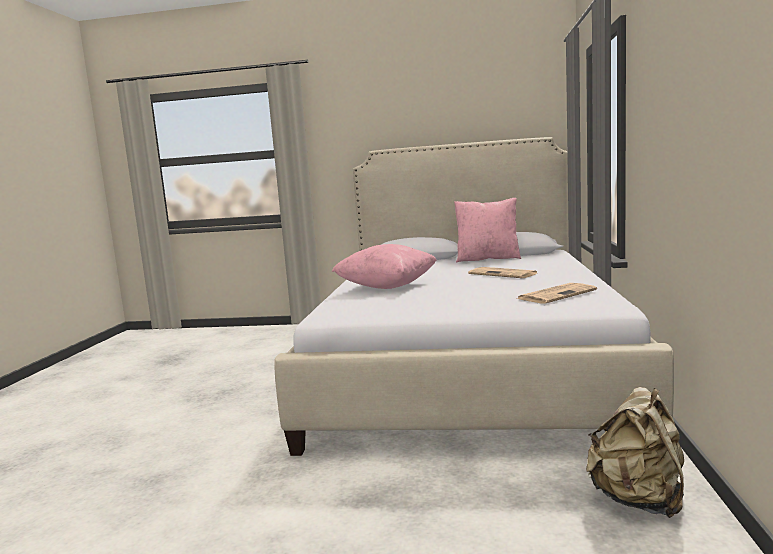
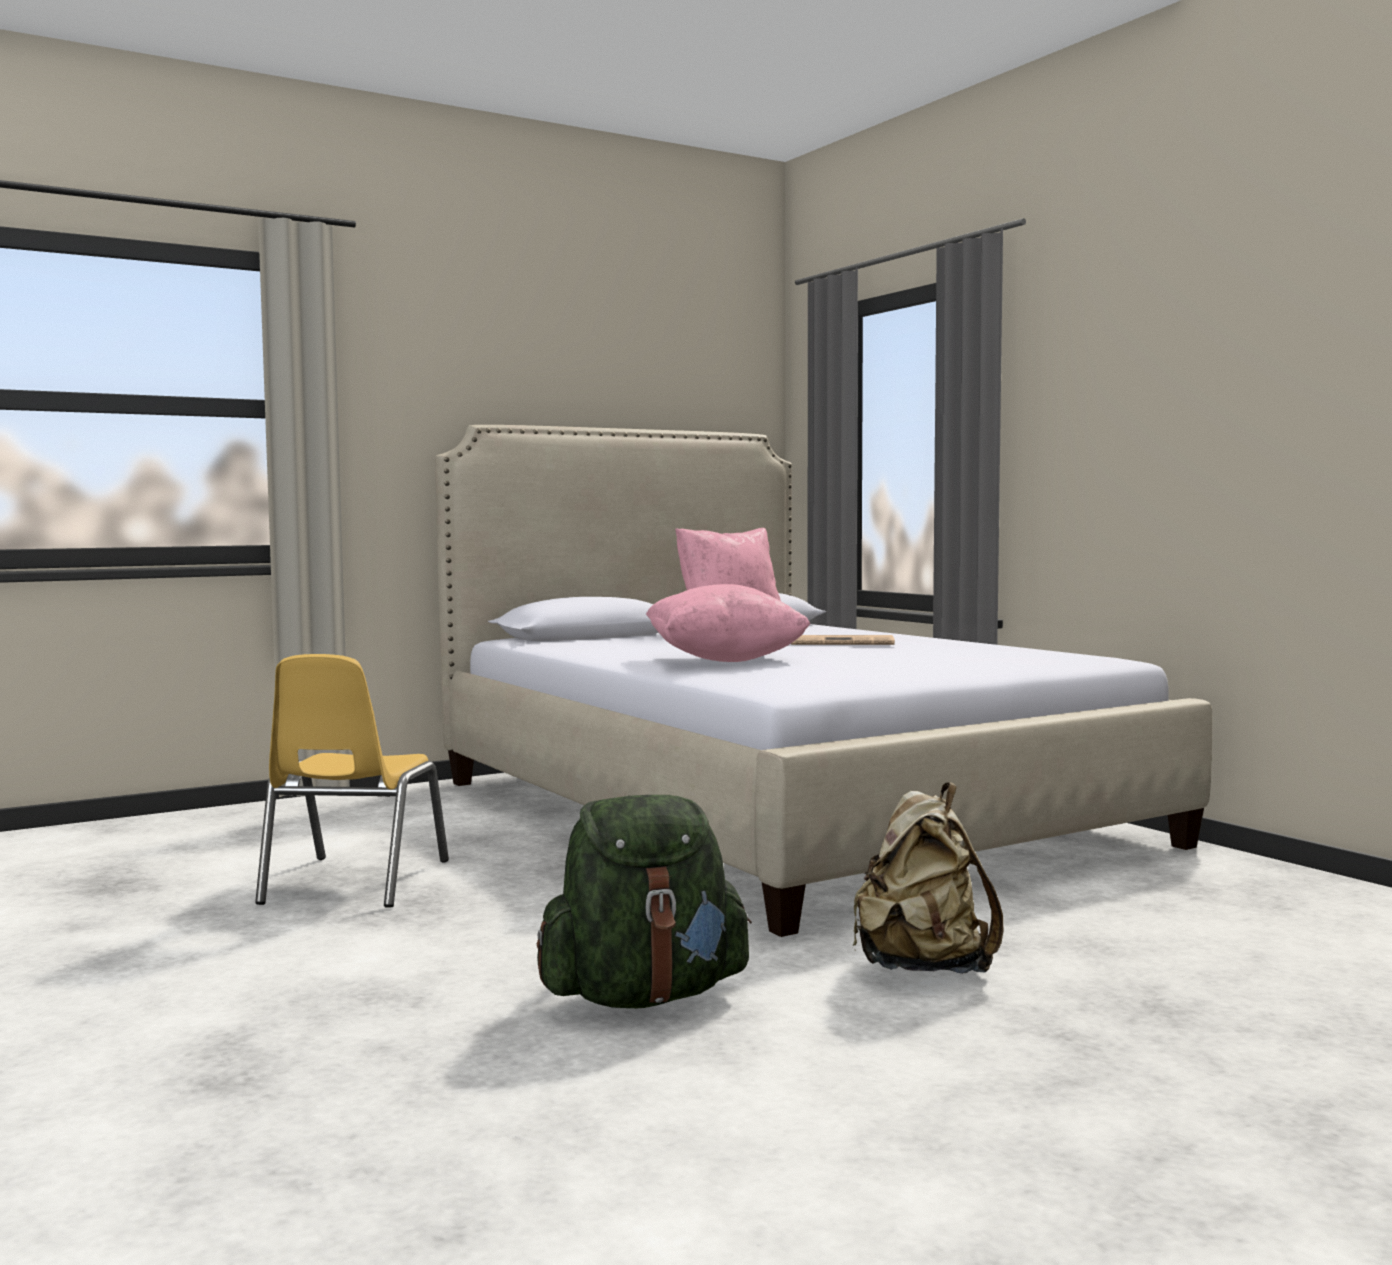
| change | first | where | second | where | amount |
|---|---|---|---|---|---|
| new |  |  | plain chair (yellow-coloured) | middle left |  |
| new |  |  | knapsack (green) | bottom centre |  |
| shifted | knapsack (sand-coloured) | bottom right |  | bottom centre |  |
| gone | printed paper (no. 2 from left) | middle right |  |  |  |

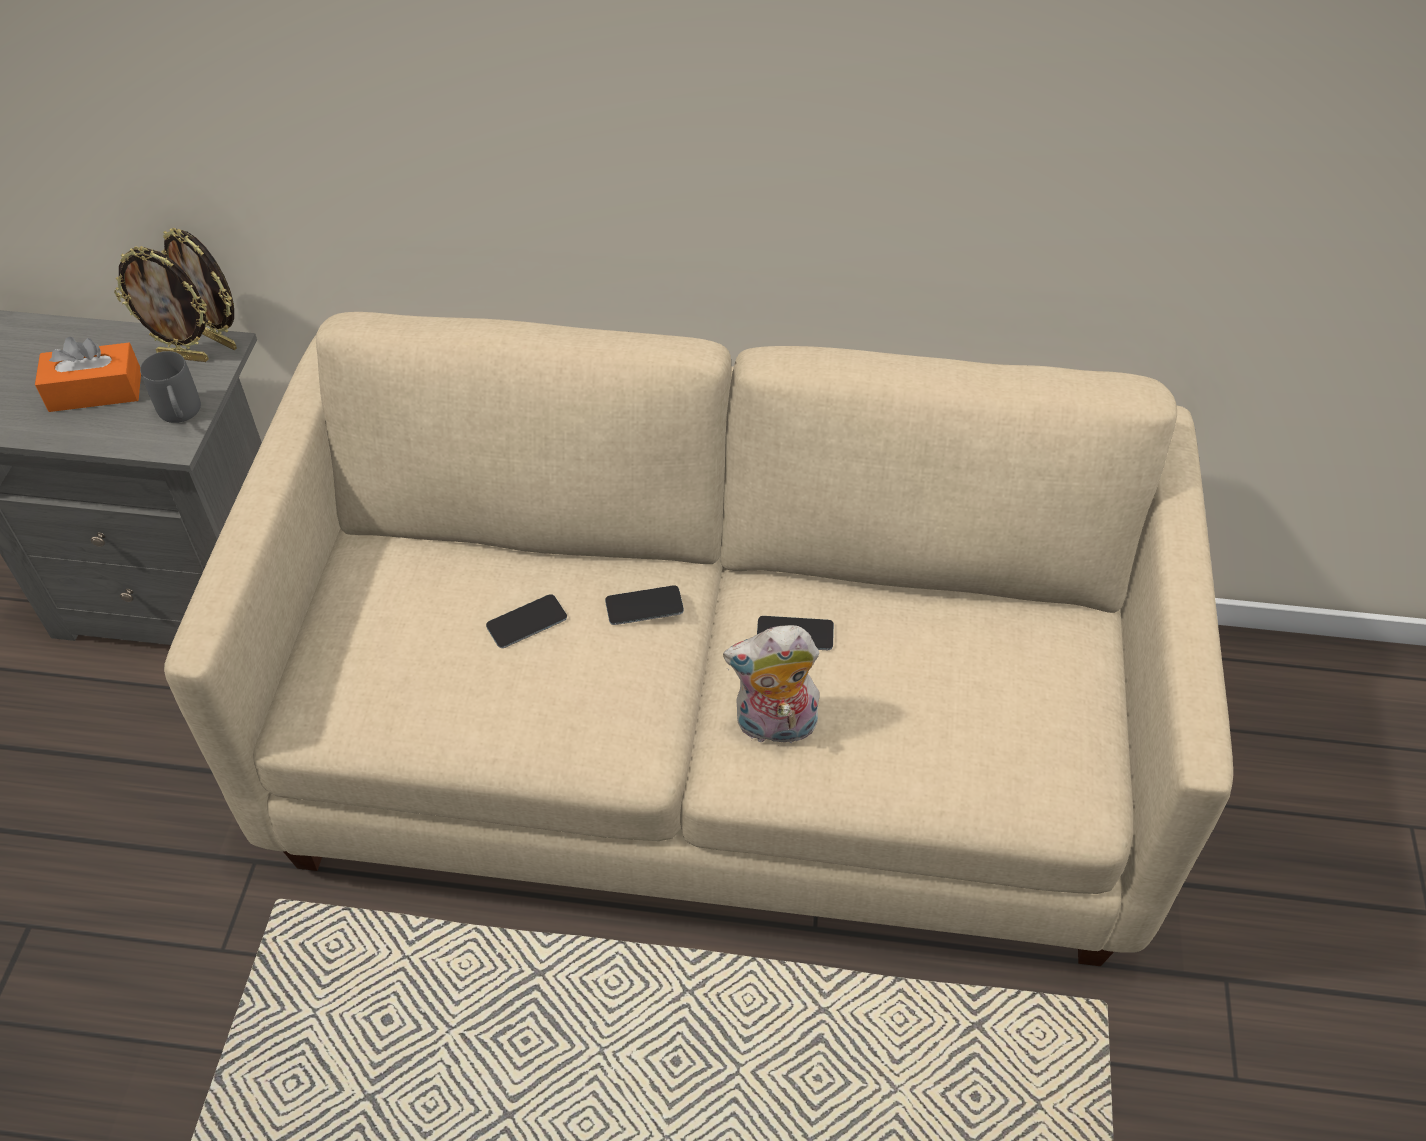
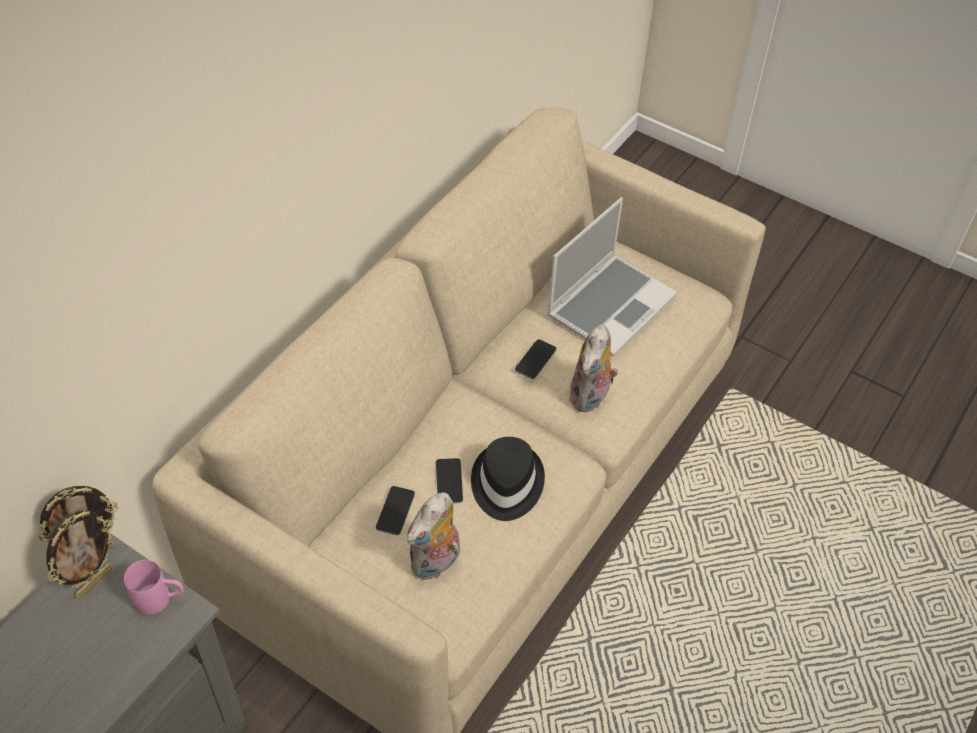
| change | first | where | second | where | amount |
|---|---|---|---|---|---|
| repainted | tea mug (gray) | middle left | tea mug (pink-coloured) | bottom left |  |
| shifted | handset (no. 2 from left in the first image) | centre | handset (no. 1 from left) | bottom centre |  |
| new |  |  | cuddly toy (no. 1 from left) | bottom centre |  |
| new |  |  | clothing hat (blackish) | centre |  |
| new |  |  | laptop | centre |  |
| gone | tissue box (orangey) | top left |  |  |  |

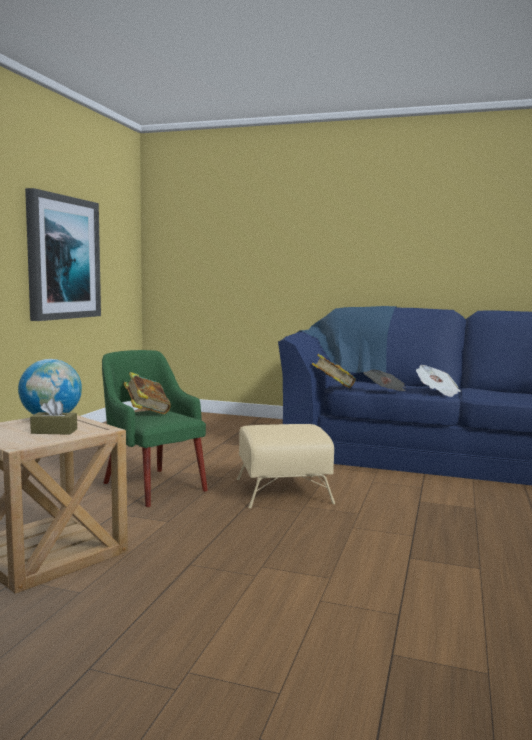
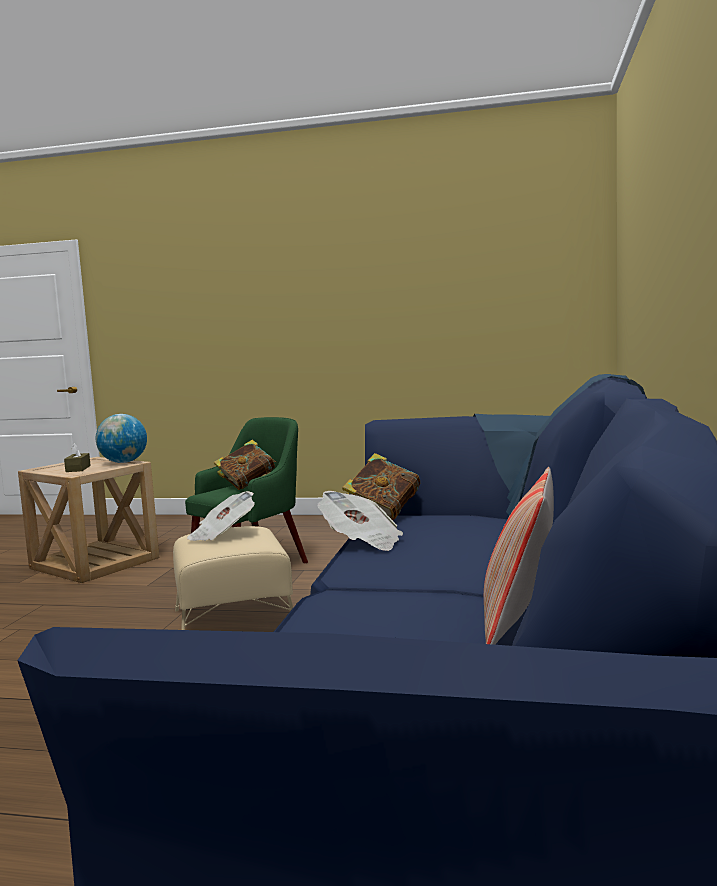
| change | first | where | second | where | amount |
|---|---|---|---|---|---|
| shifted | printed paper (no. 2 from left in the first image) | middle right | printed paper (no. 1 from left) | middle left |  |
| new |  |  | throw pillow | middle right |  |
| gone | wall picture | middle left |  |  |  |

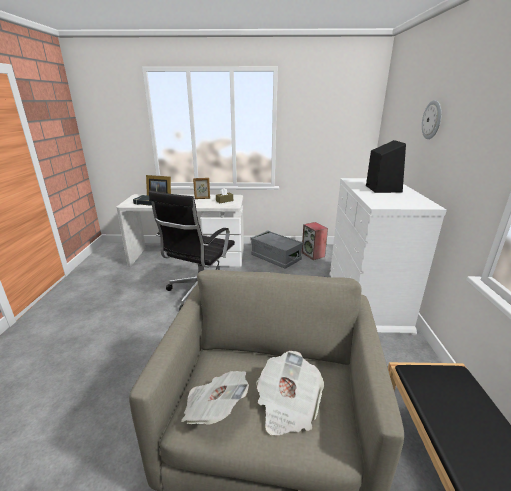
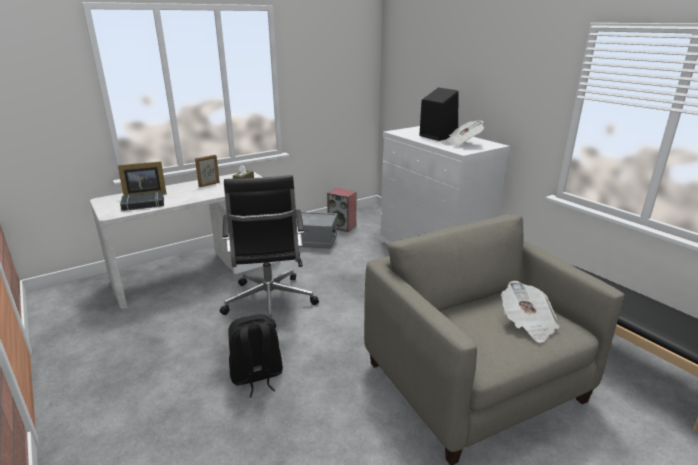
| change | first | where | second | where | amount |
|---|---|---|---|---|---|
| new |  |  | knapsack (blackish) | bottom centre |  |
| shifted | printed paper (no. 1 from left) | bottom centre |  | top centre |  |
| gone | hanging clock | top right |  |  |  |

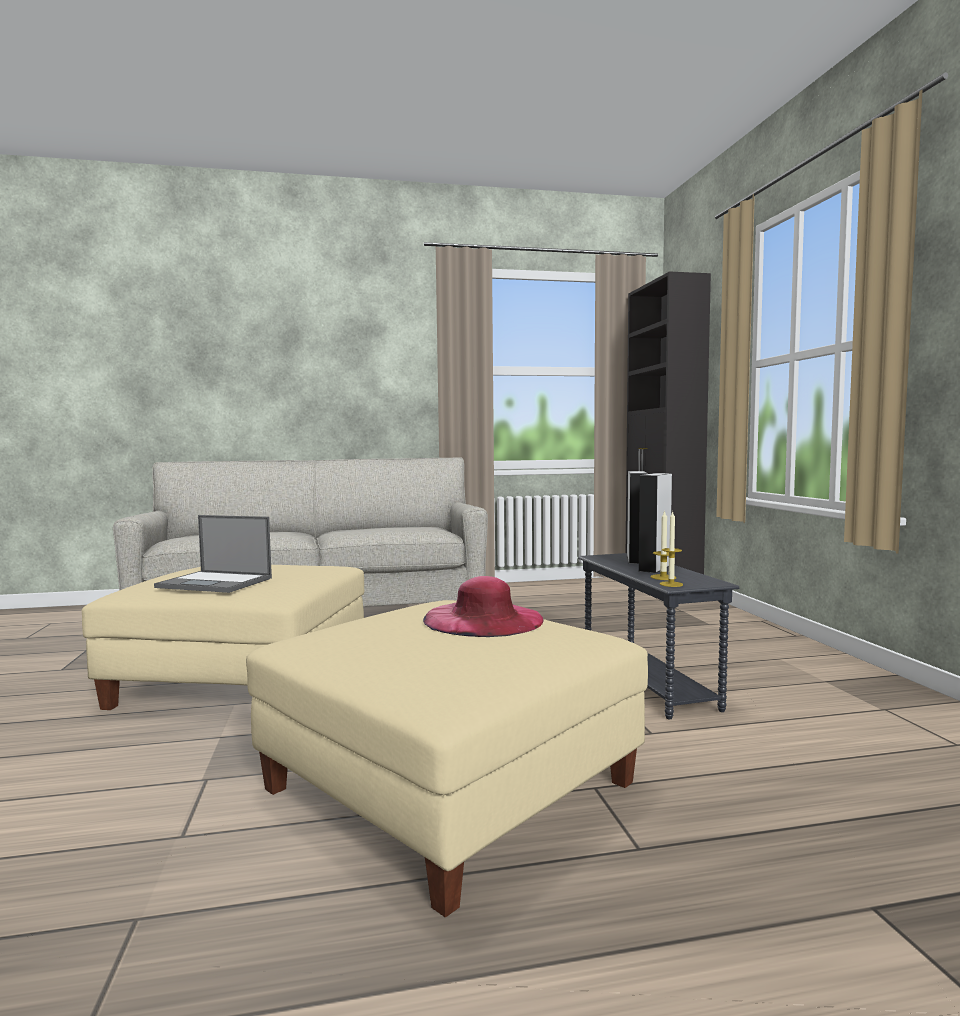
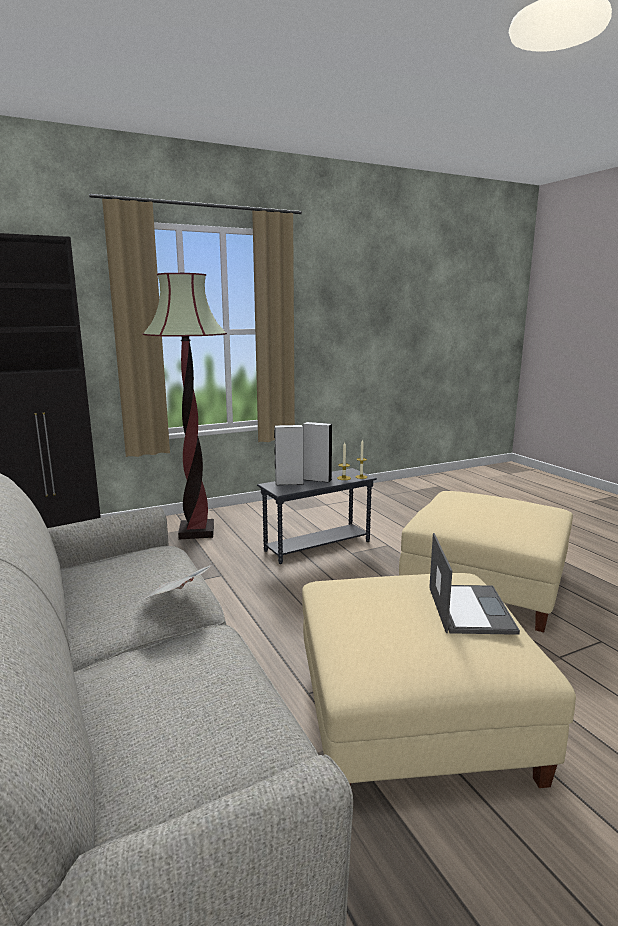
| change | first | where | second | where | amount |
|---|---|---|---|---|---|
| new |  |  | printed paper | middle left |  |
| new |  |  | floor lamp | middle left |  |
| gone | clothing hat (pink-coloured) | centre |  |  |  |

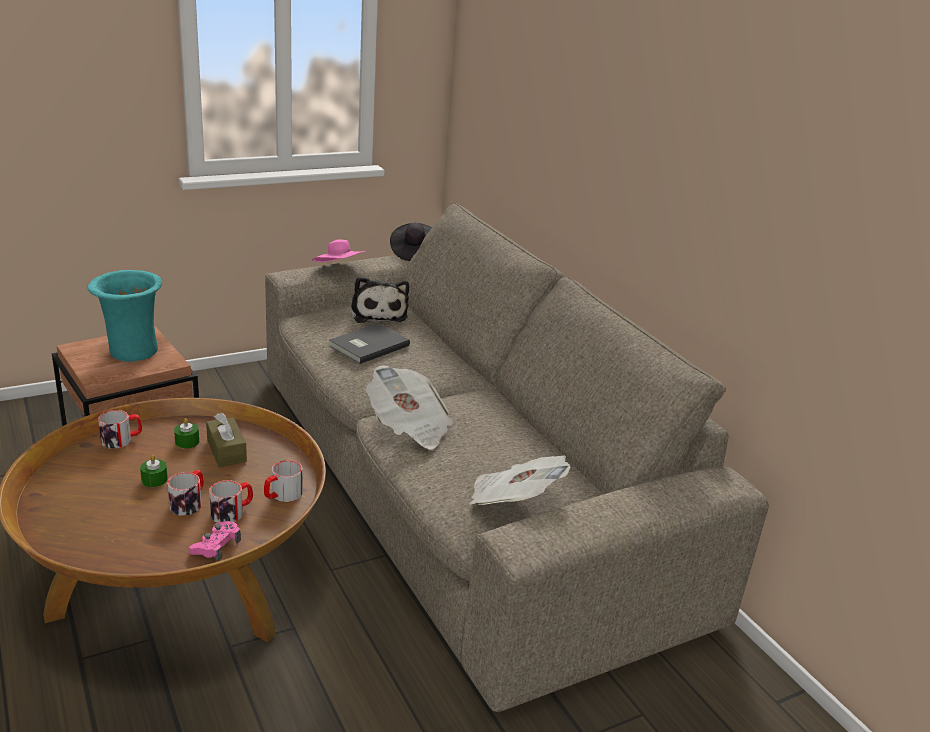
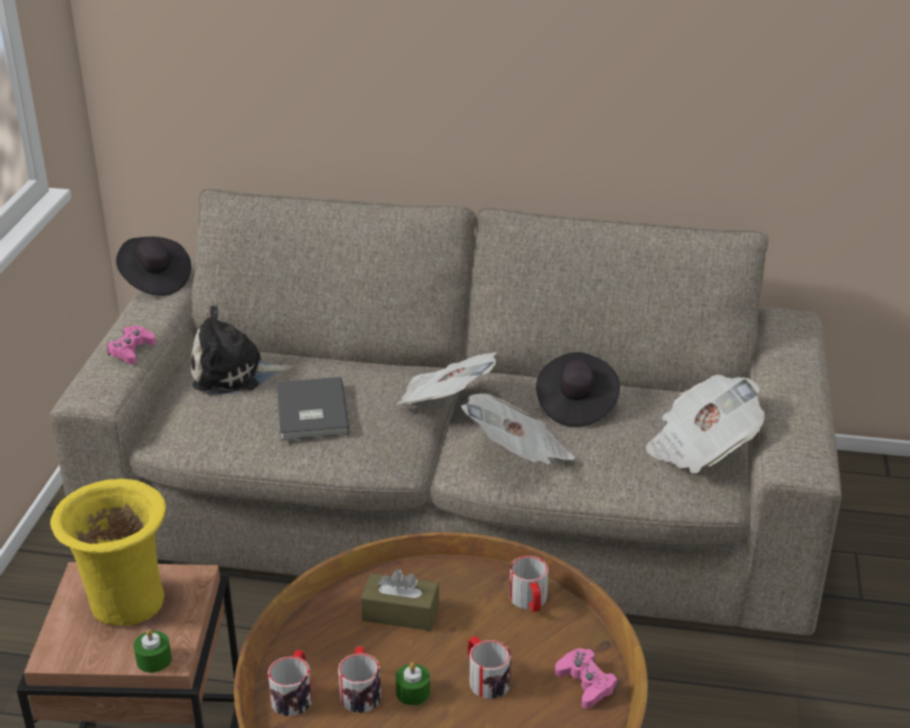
| change | first | where | second | where | amount |
|---|---|---|---|---|---|
| repainted | flower vase (blue-green) | middle left | flower vase (yellow-coloured) | bottom left |  |
| swapped | clothing hat (pink-coloured) | centre | gamepad (pink-coloured) (no. 1 from left) | middle left |  |
| shifted | wax candle (green) (no. 2 from left in the first image) | middle left | wax candle (green) (no. 1 from left) | bottom left |  |
| rotated | cuddly toy | centre |  | middle left | 150 degrees clockwise |
| shifted | tea mug (no. 3 from left in the first image) | bottom left | tea mug (no. 2 from left) | bottom centre |  |
| new |  |  | printed paper (no. 1 from left) | centre |  |
| new |  |  | clothing hat (blackish) (no. 2 from left) | centre |  |

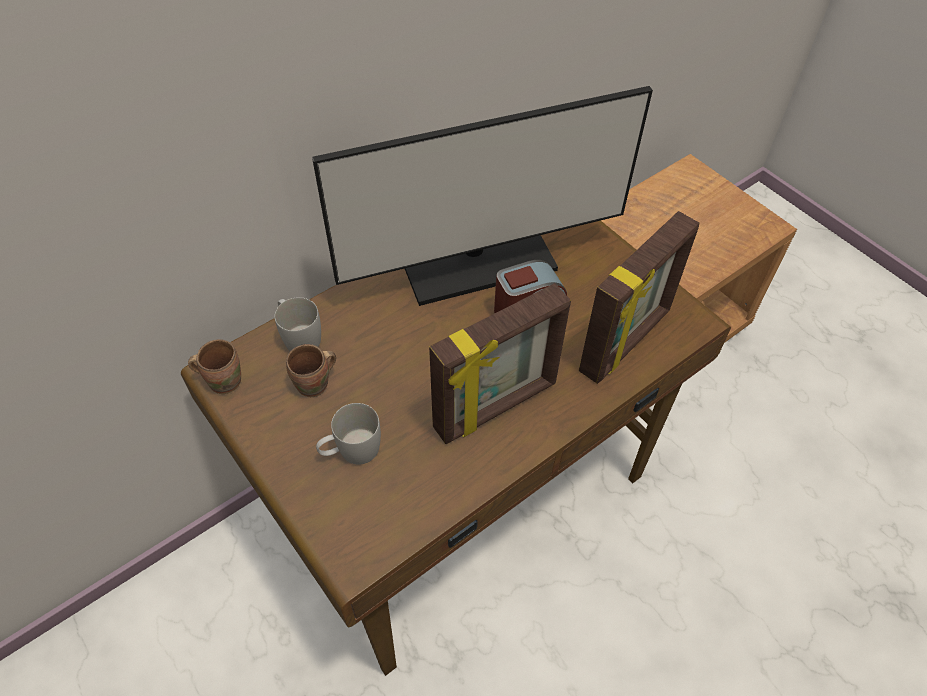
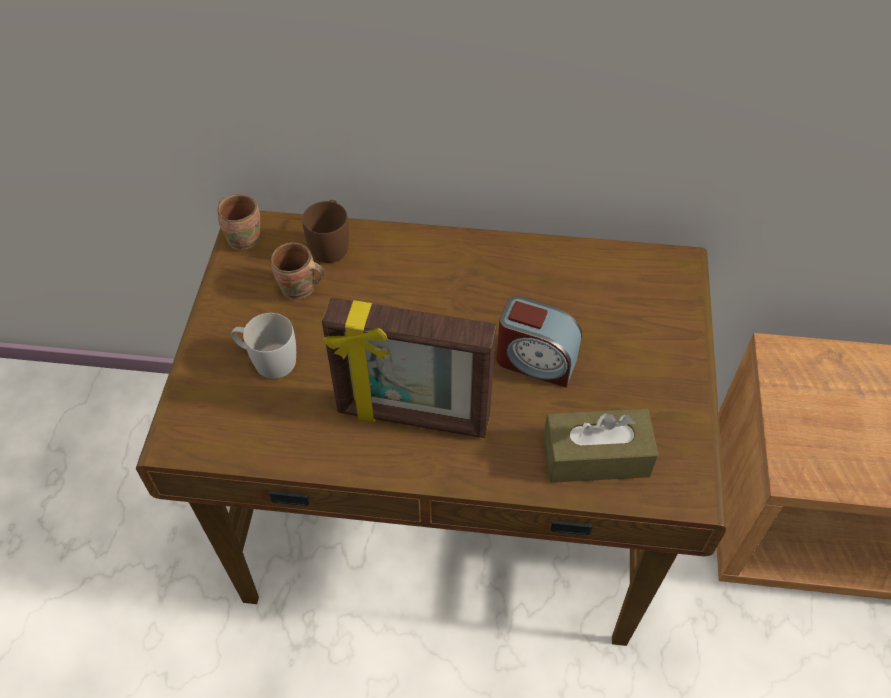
| change | first | where | second | where | amount |
|---|---|---|---|---|---|
| repainted | tea mug (whitish) (no. 1 from left) | middle left | tea mug (brown) (no. 3 from left) | top centre |  |
| swapped | standing frame (no. 2 from left) | middle right | tissue box (brown) | middle right |  |
| gone | monitor | top centre |  |  |  |

